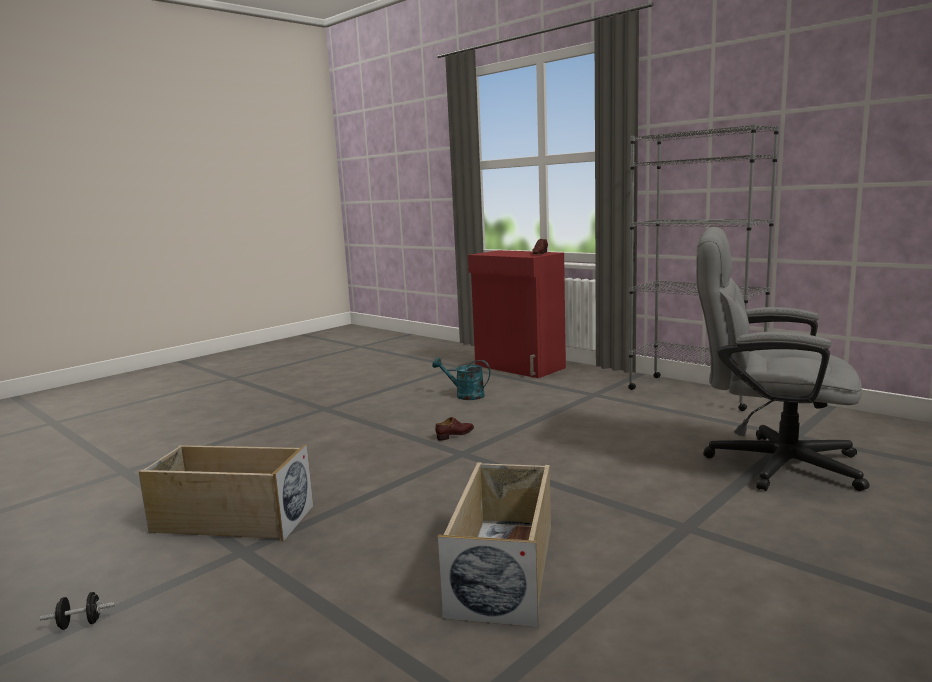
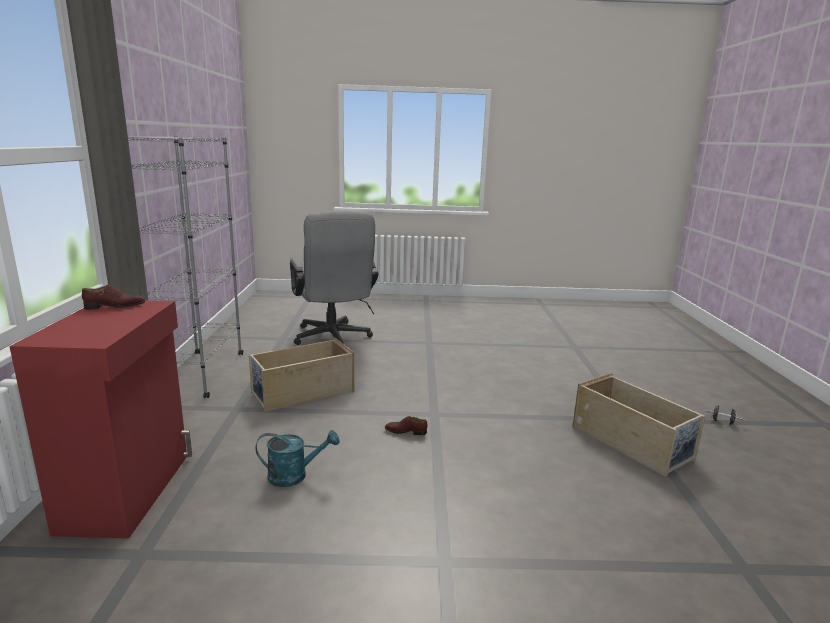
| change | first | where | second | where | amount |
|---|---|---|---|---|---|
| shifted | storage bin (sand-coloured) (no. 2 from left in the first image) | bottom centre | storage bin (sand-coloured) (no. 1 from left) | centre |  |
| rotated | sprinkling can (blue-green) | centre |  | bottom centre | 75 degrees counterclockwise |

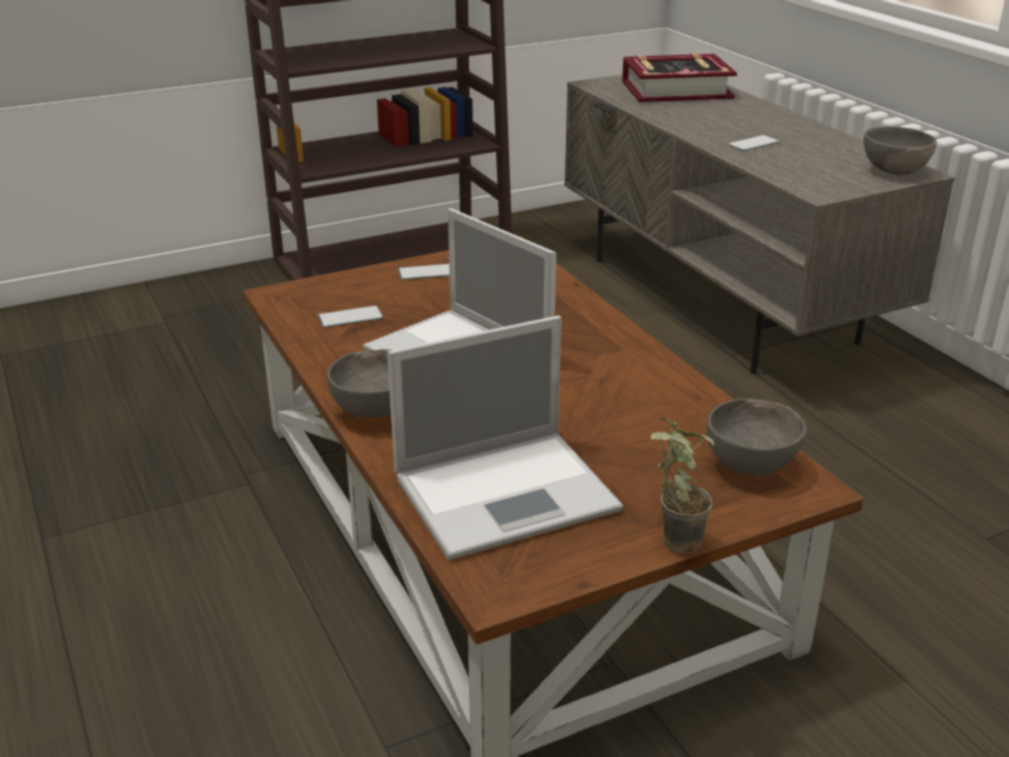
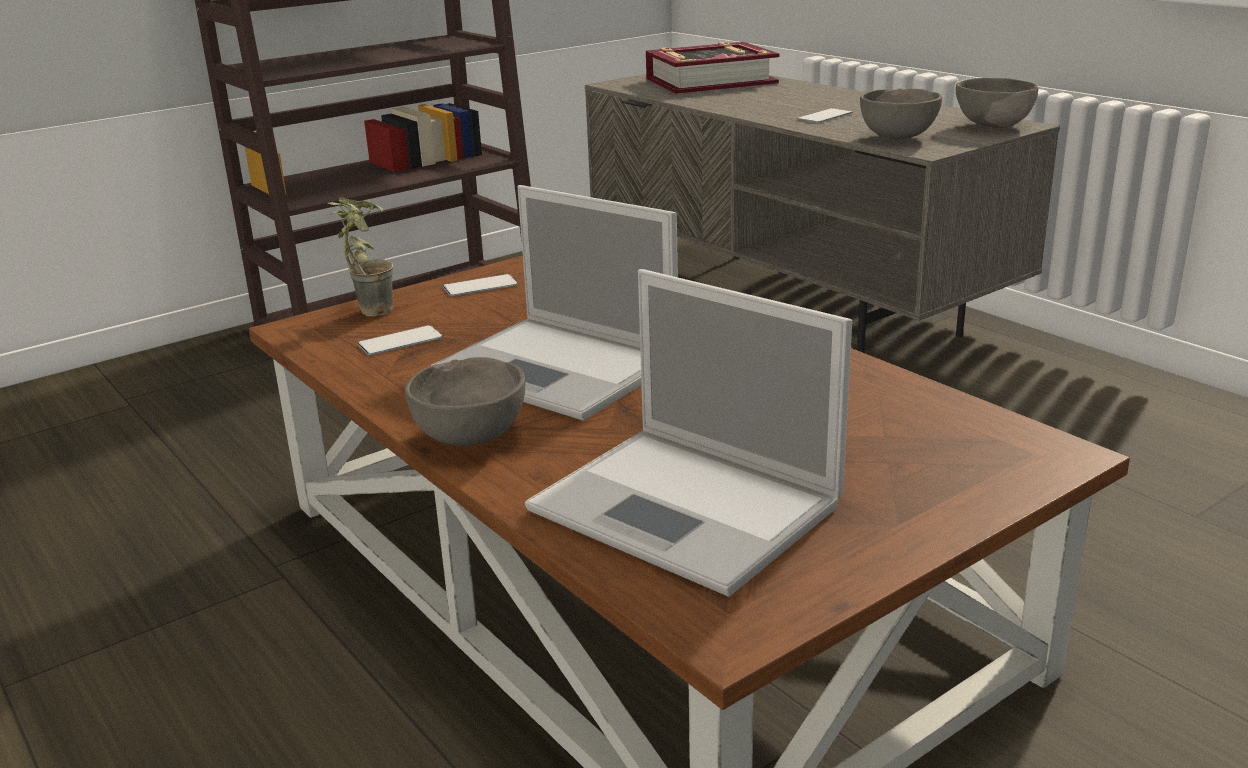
| change | first | where | second | where | amount |
|---|---|---|---|---|---|
| shifted | potted plant | middle right |  | middle left |  |
| rotated | laptop (no. 2 from left) | centre |  | centre | 75 degrees clockwise |
| shifted | serving bowl (gray) (no. 2 from left) | middle right |  | top right |  |

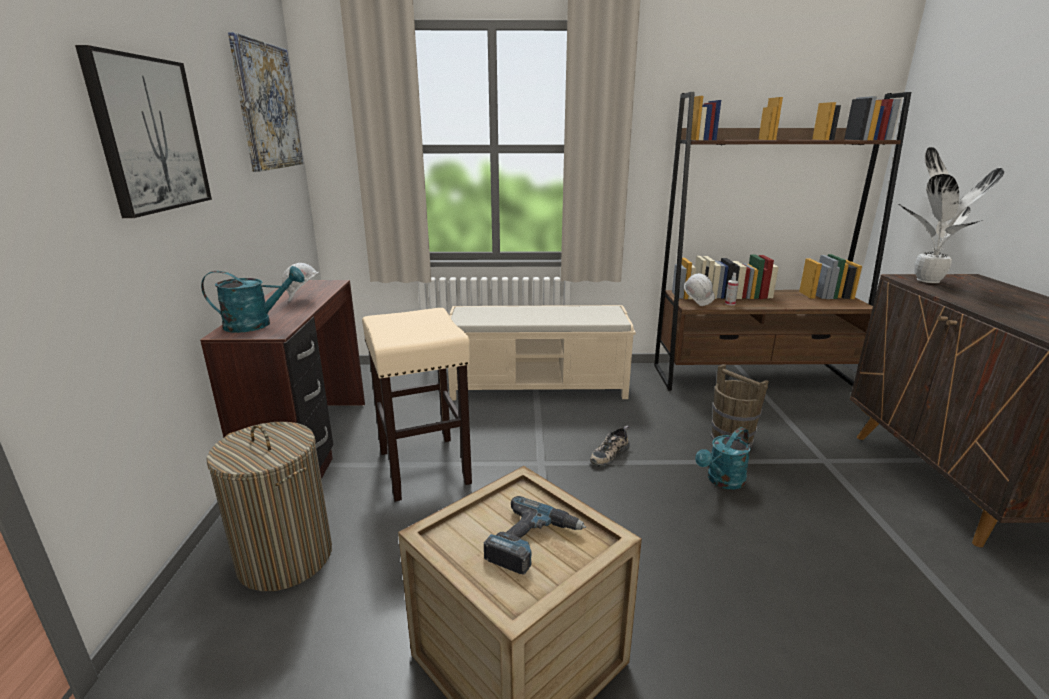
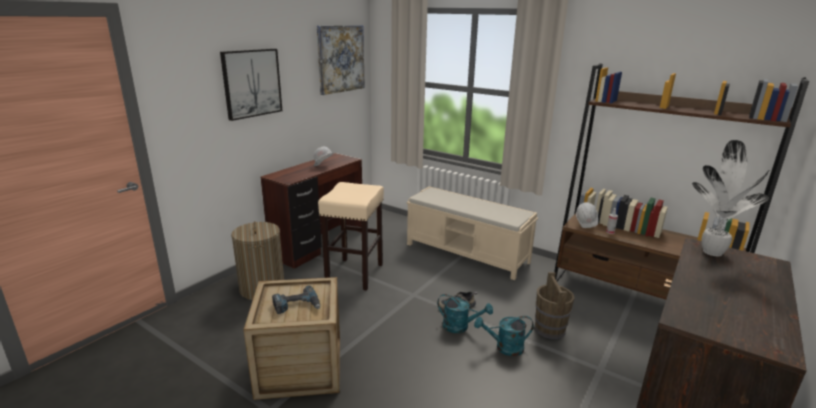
| change | first | where | second | where | amount |
|---|---|---|---|---|---|
| shifted | sprinkling can (blue-green) (no. 1 from left) | middle left |  | bottom centre |  |

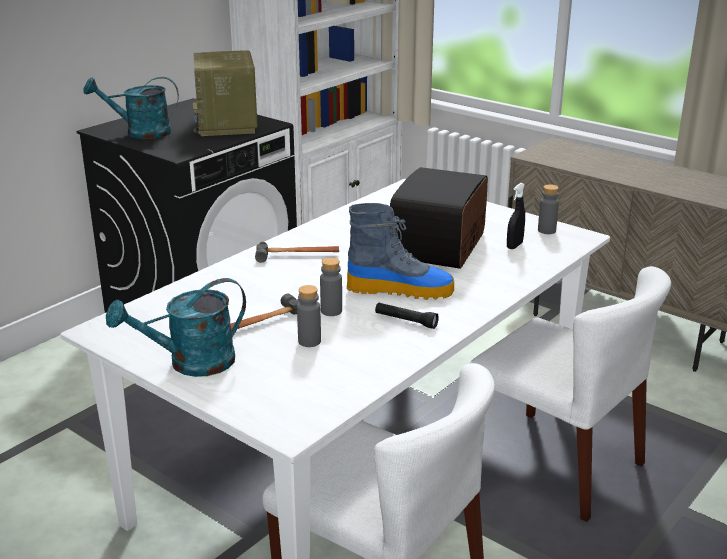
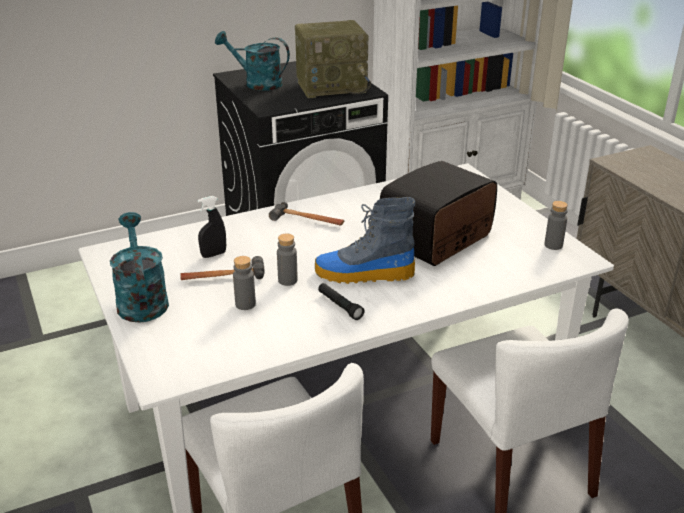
| change | first | where | second | where | amount |
|---|---|---|---|---|---|
| rotated | sprinkling can (blue-green) (no. 2 from left in the first image) | middle left | sprinkling can (blue-green) (no. 1 from left) | middle left | 75 degrees clockwise |
| shifted | spray bottle (blackish) | middle right |  | middle left |  |
| rotated | radio set (no. 1 from left) | top left |  | top centre | 120 degrees counterclockwise |
| rotated | boot | centre |  | centre | 150 degrees clockwise |

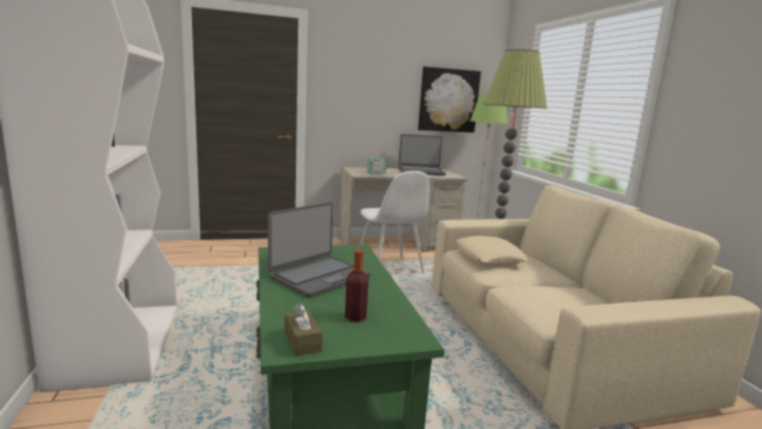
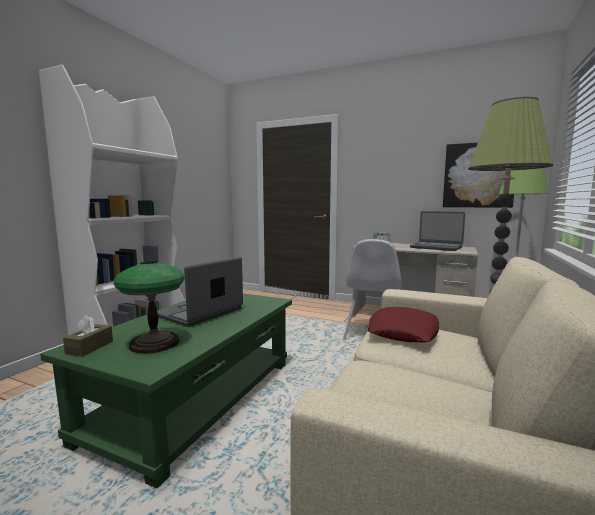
| change | first | where | second | where | amount |
|---|---|---|---|---|---|
| swapped | beverage bottle | centre | table lamp | middle left |  |
| rotated | laptop (no. 1 from left) | centre |  | centre | 135 degrees clockwise |
| repainted | throw pillow (sand-coloured) | centre | throw pillow (red-coloured) | middle right |  |

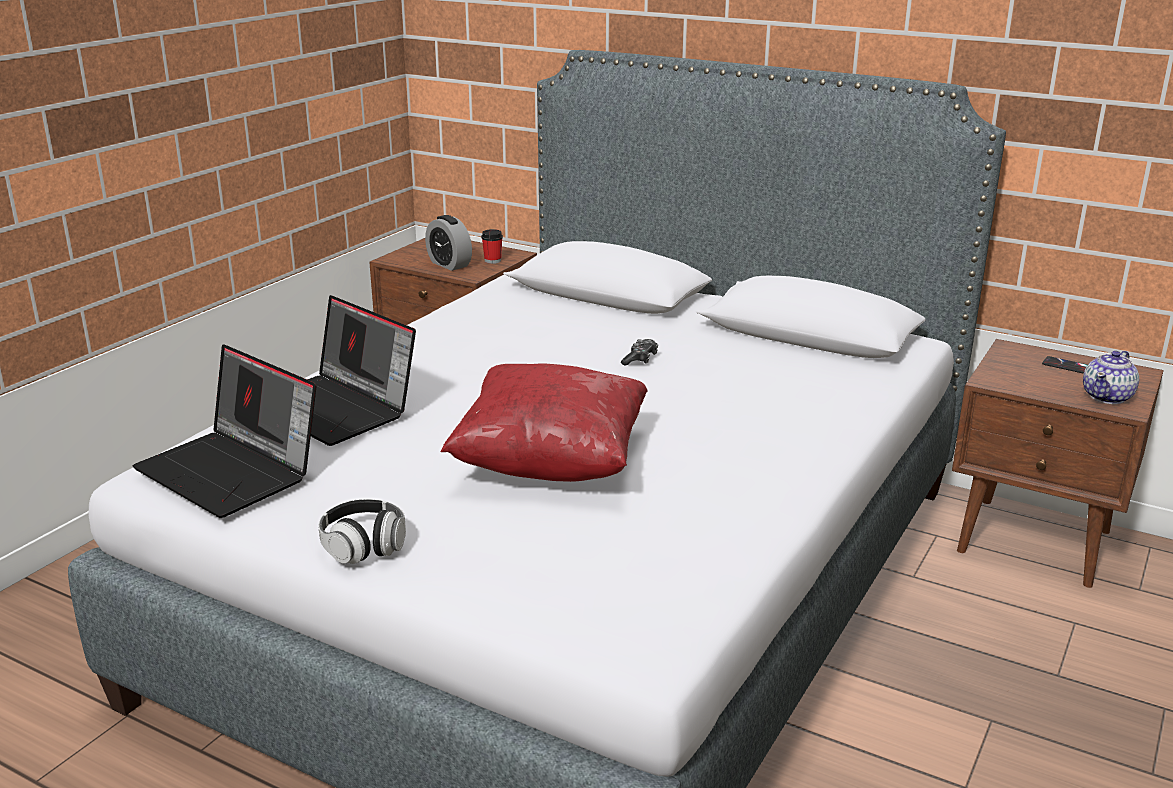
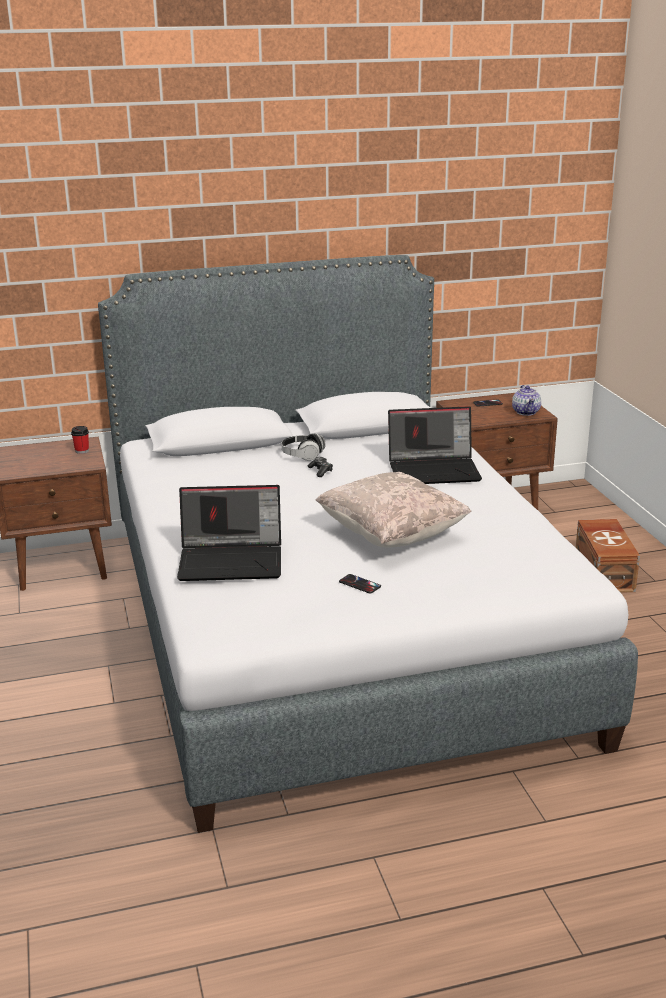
| change | first | where | second | where | amount |
|---|---|---|---|---|---|
| shifted | headset | bottom left |  | centre |  |
| repainted | throw pillow (red-coloured) | centre | throw pillow (sand-coloured) | centre |  |
| new |  |  | handset (no. 1 from left) | centre |  |
| shifted | laptop (no. 1 from left in the first image) | middle left | laptop (no. 2 from left) | centre |  |
| new |  |  | storage bin (brown) | middle right |  |
| gone | table clock | top centre |  |  |  |

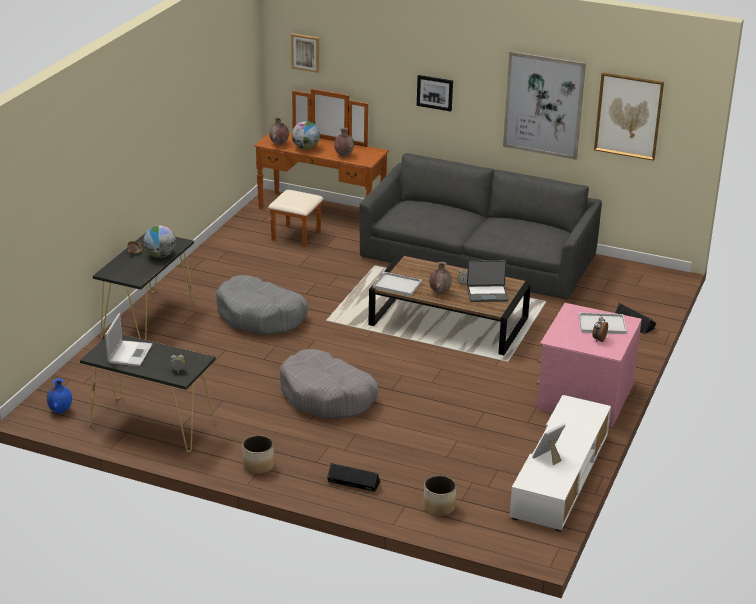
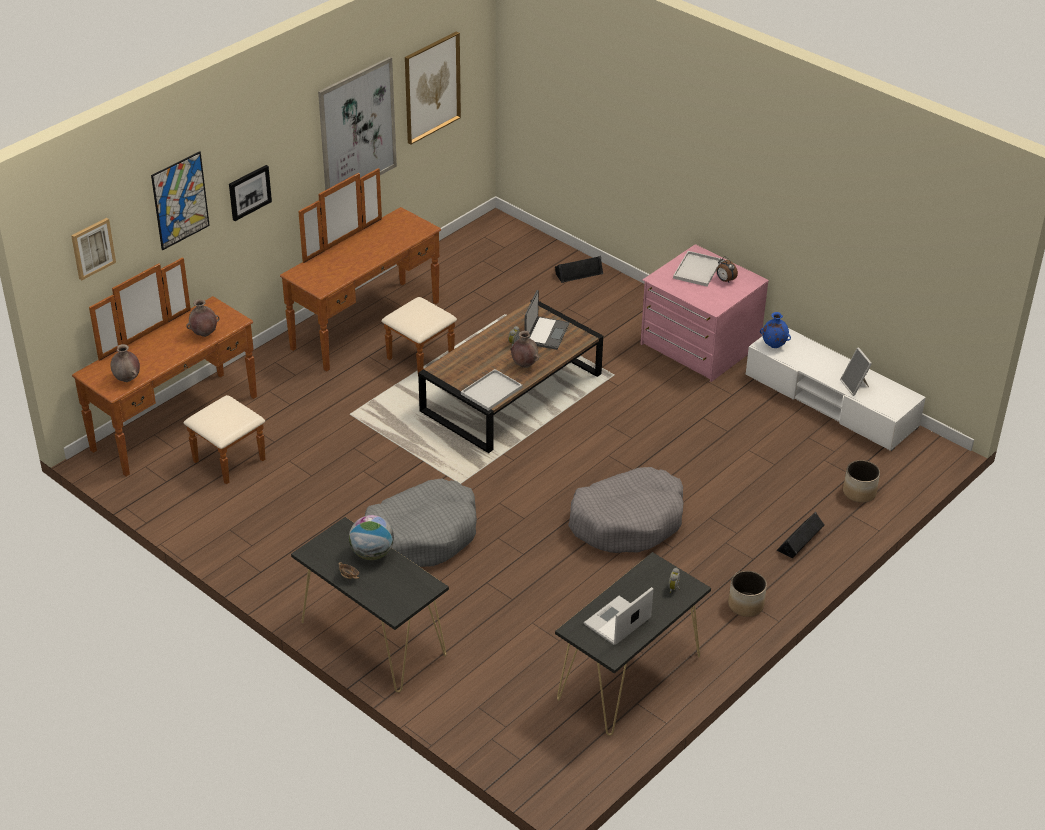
| change | first | where | second | where | amount |
|---|---|---|---|---|---|
| new |  |  | wall picture (no. 2 from left) | top left |  |
| swapped | sofa (gray) | centre | chest of drawers (brown) (no. 2 from left) | top centre |  |
| rotated | laptop (no. 1 from left in the first image) | middle left | laptop (no. 2 from left) | bottom centre | 75 degrees counterclockwise |
| shifted | flower vase (blue-coloured) | middle left |  | middle right |  |
| gone | world globe (no. 2 from left) | top centre |  |  |  |

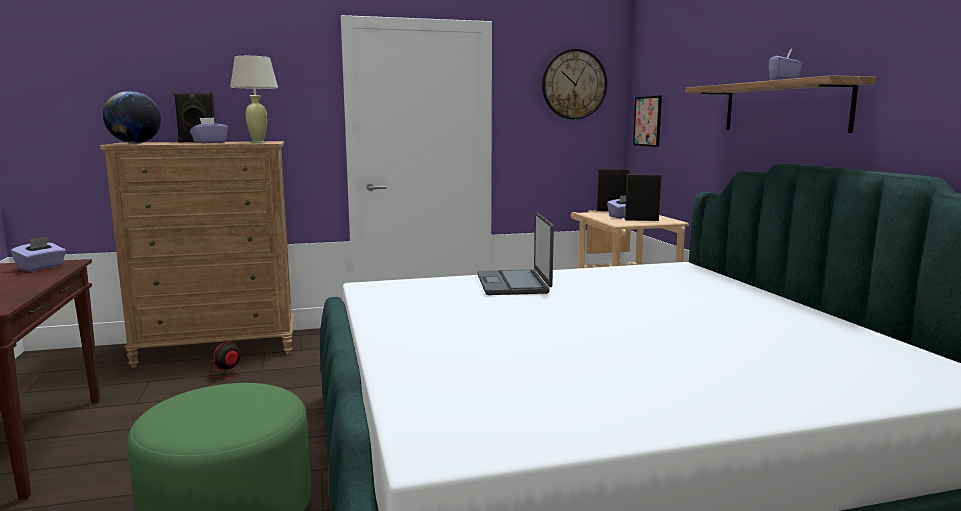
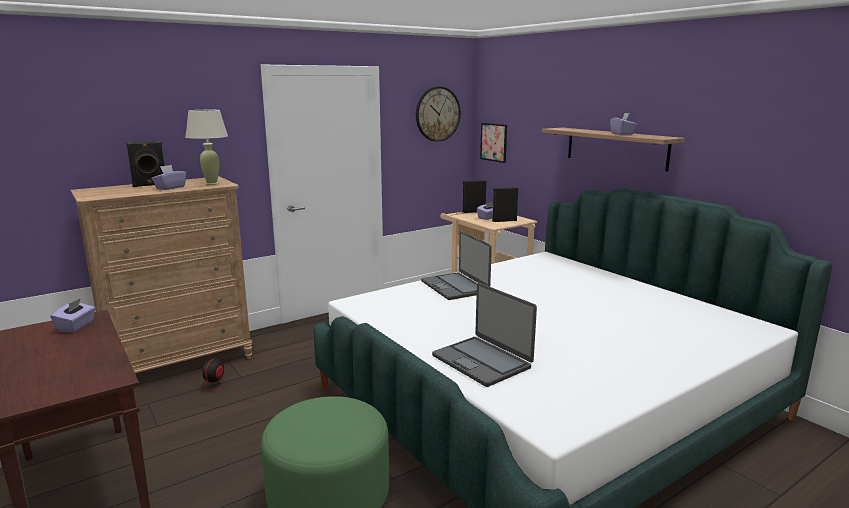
| change | first | where | second | where | amount |
|---|---|---|---|---|---|
| new |  |  | laptop (no. 2 from left) | centre |  |
| gone | world globe | top left |  |  |  |

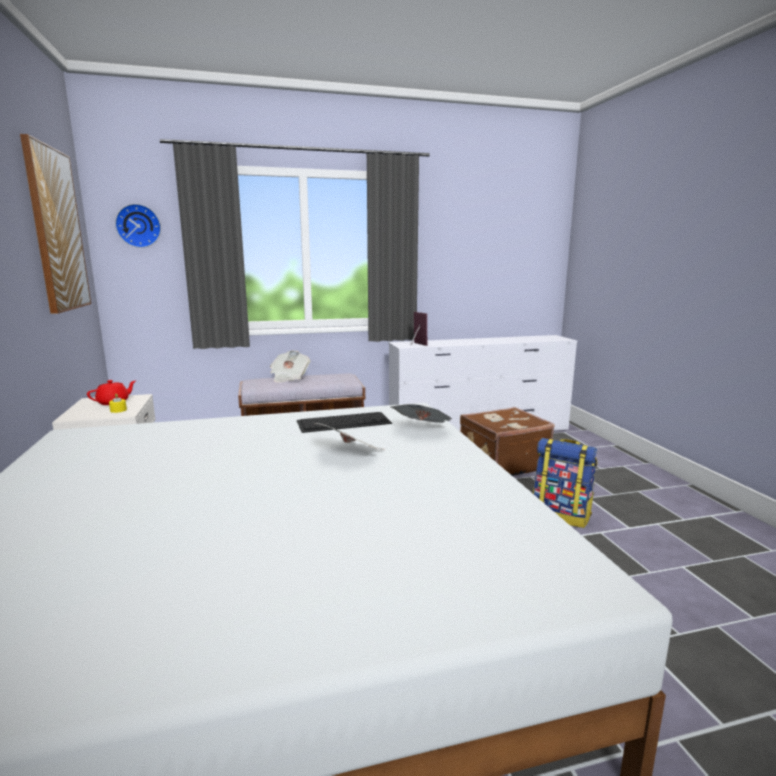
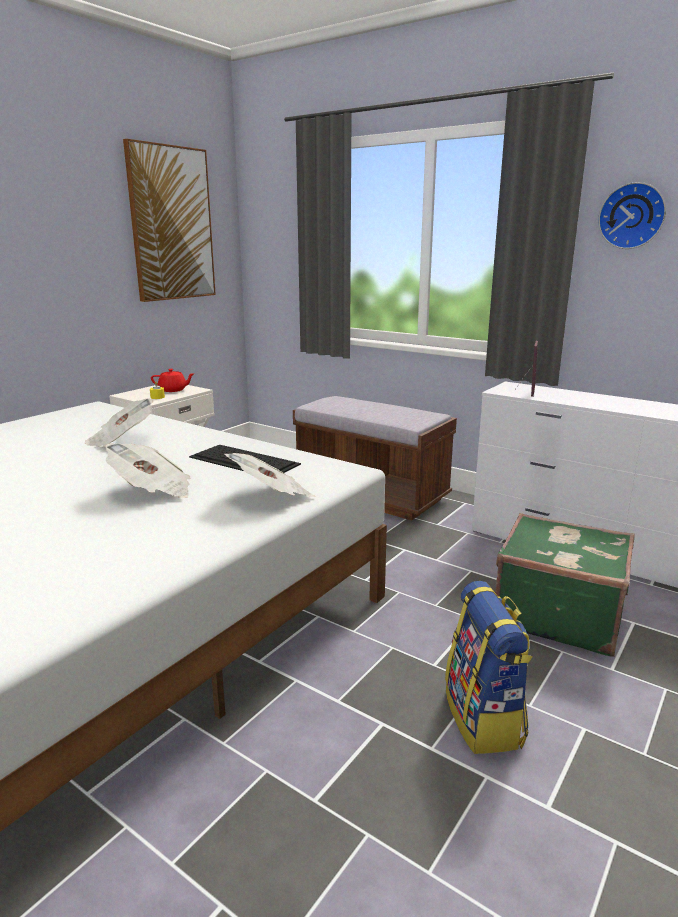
| change | first | where | second | where | amount |
|---|---|---|---|---|---|
| shifted | printed paper (no. 1 from left) | centre |  | middle left |  |
| repainted | piece of luggage (brown) | centre | piece of luggage (green) | middle right |  |
| shifted | hanging clock | top left |  | top right |  |

